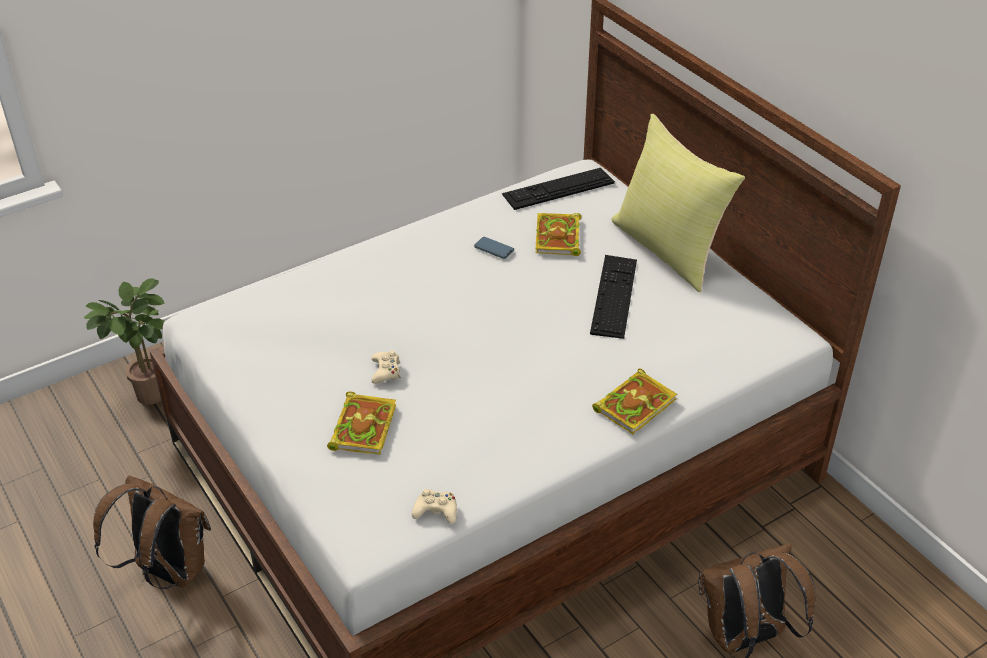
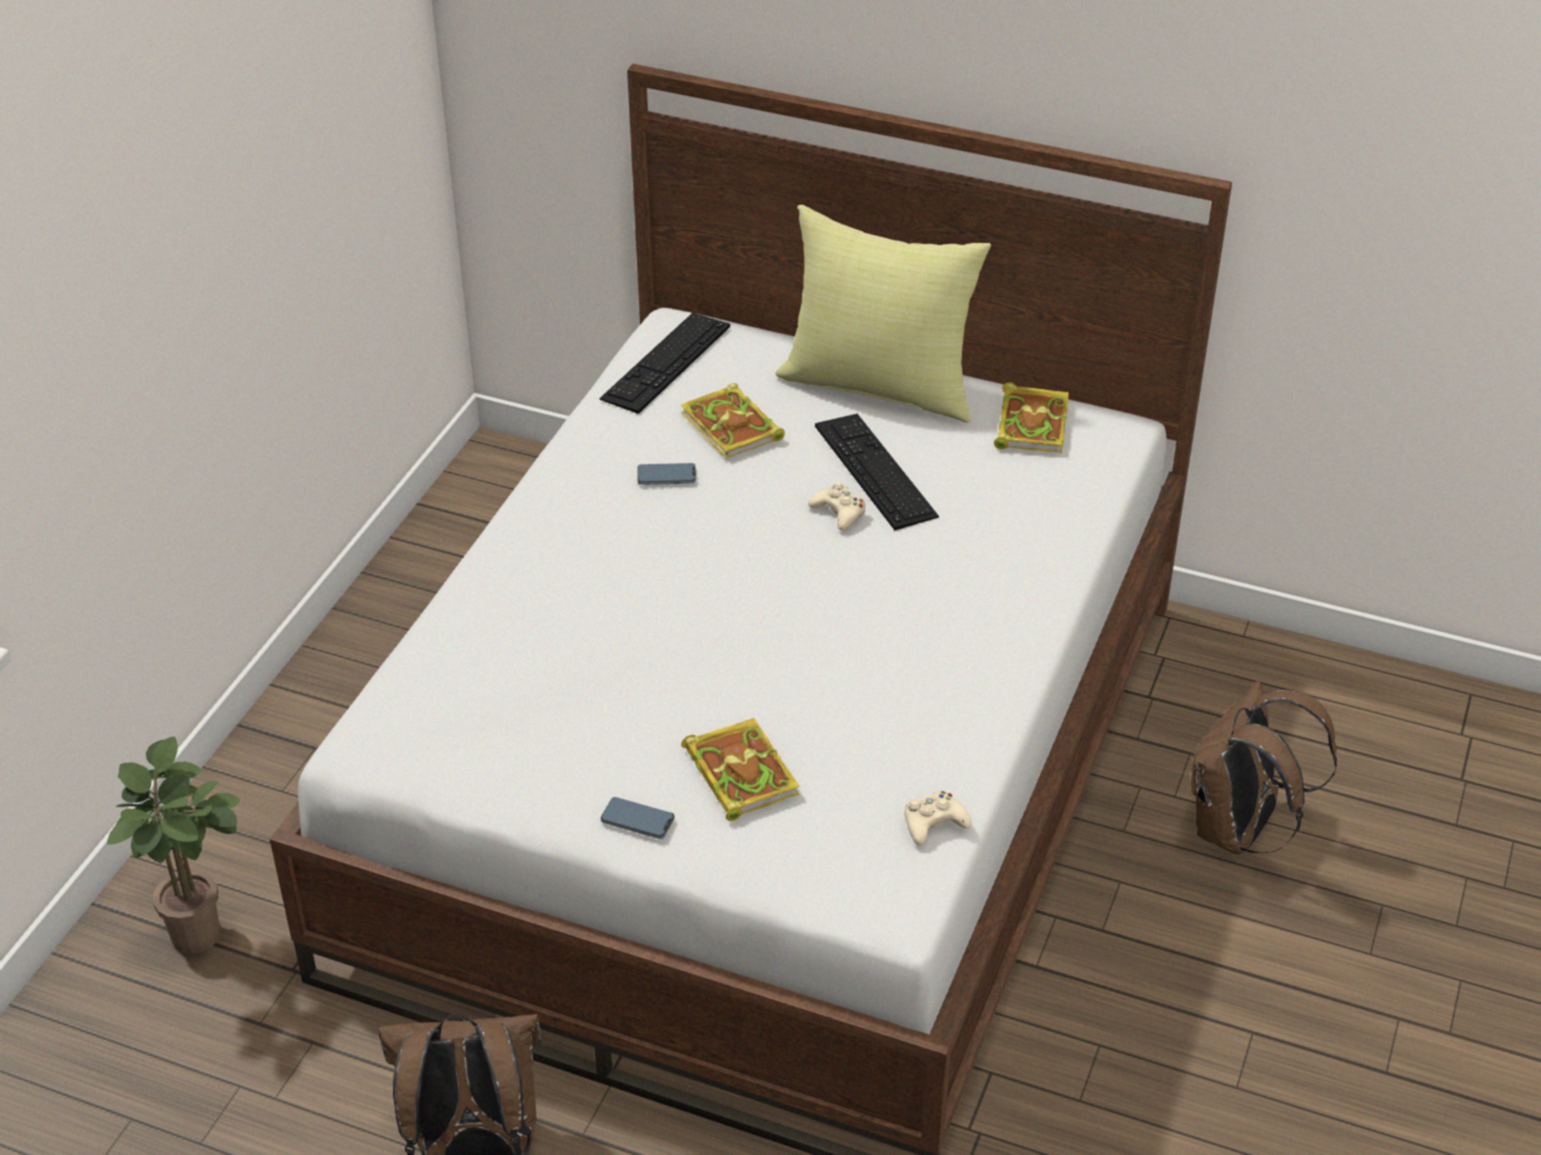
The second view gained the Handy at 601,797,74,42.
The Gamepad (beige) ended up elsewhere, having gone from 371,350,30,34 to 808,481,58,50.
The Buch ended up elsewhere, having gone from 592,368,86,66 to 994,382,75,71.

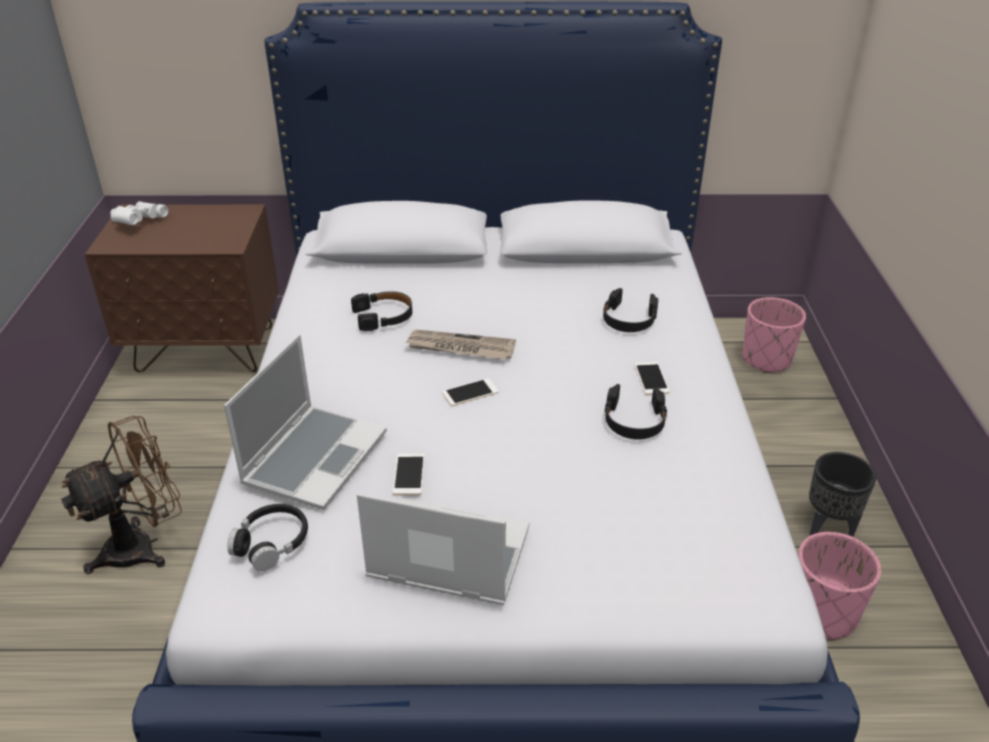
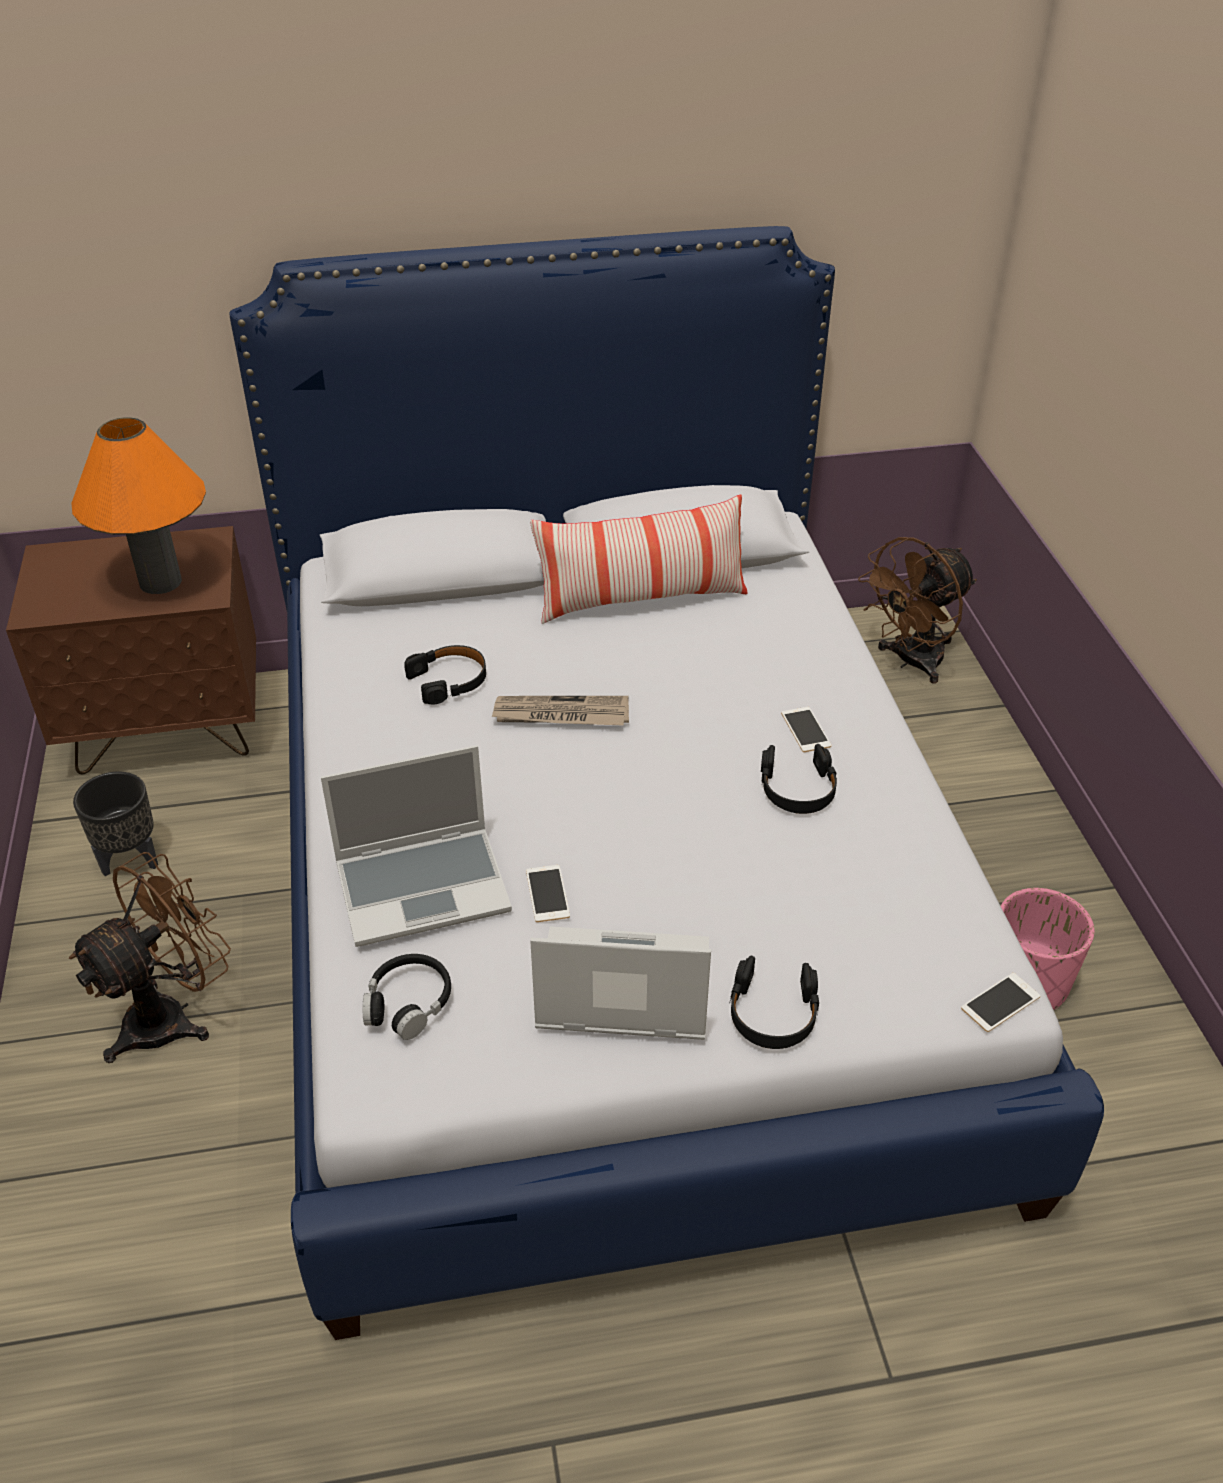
The second view lost the Fernglas (weiß) at 110,201,58,24.
The second view gained the Tischlampe (orange) at 71,417,135,177.
The second view gained the Kissen at 530,495,218,129.
The Handy ended up elsewhere, having gone from 442,378,57,28 to 961,973,79,59.
The Kopfhörer (schwarz) ended up elsewhere, having gone from 603,288,55,44 to 730,956,89,93.
The Pflanzkübel (schwarz) ended up elsewhere, having gone from 809,452,67,84 to 73,771,85,105.
Where the Pflanzkübel (rosa) stood at 742,297,64,76, the Ventilator (braun) came to stand at 858,537,119,147.
The Laptop at 224,334,163,176 ended up facing another way, 60 degrees clockwise from before.

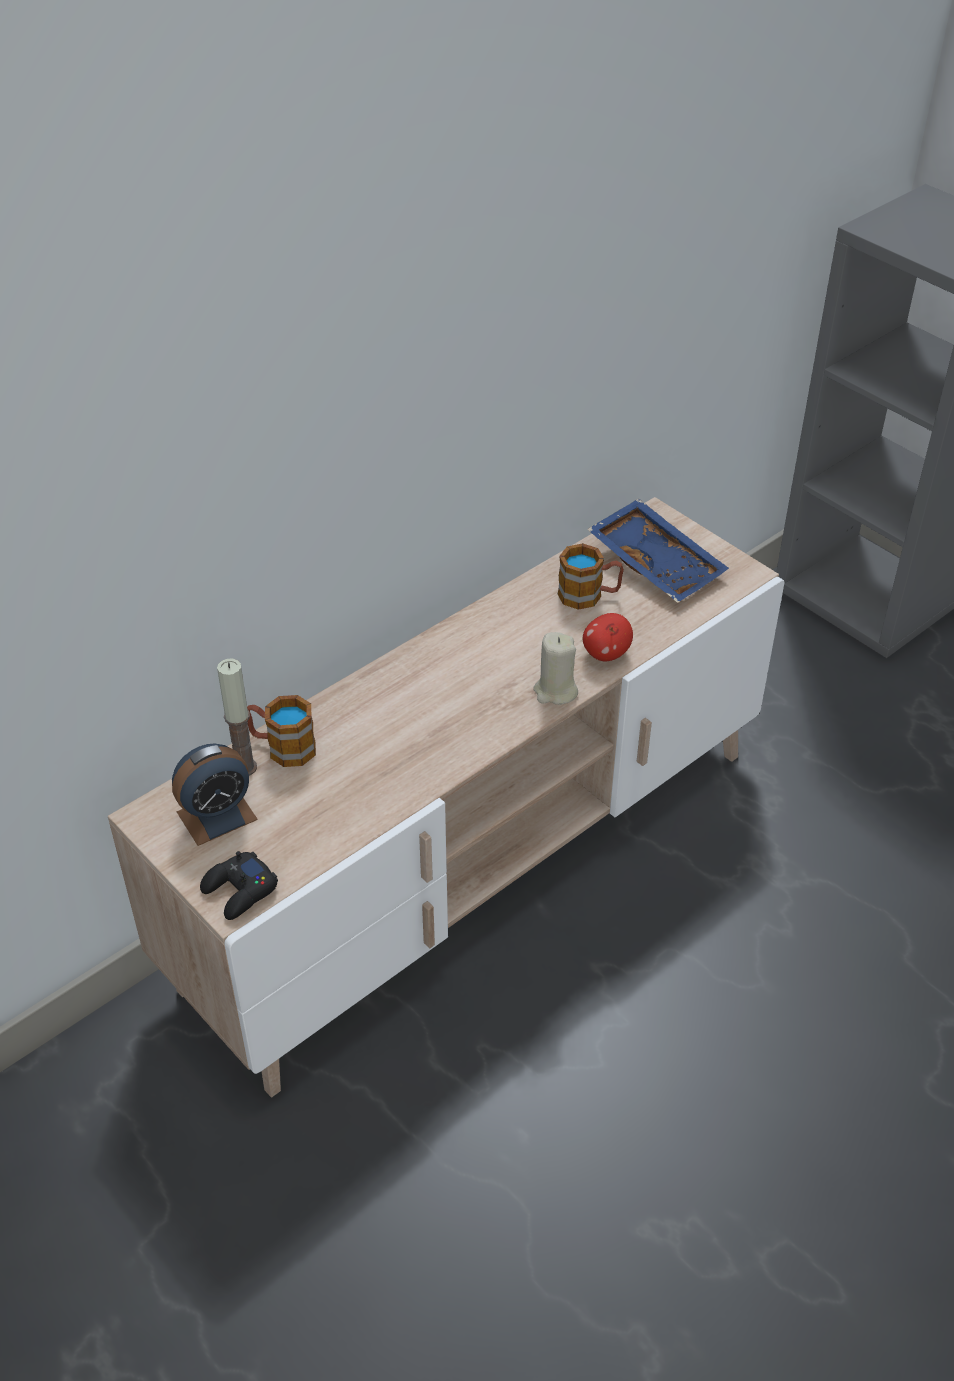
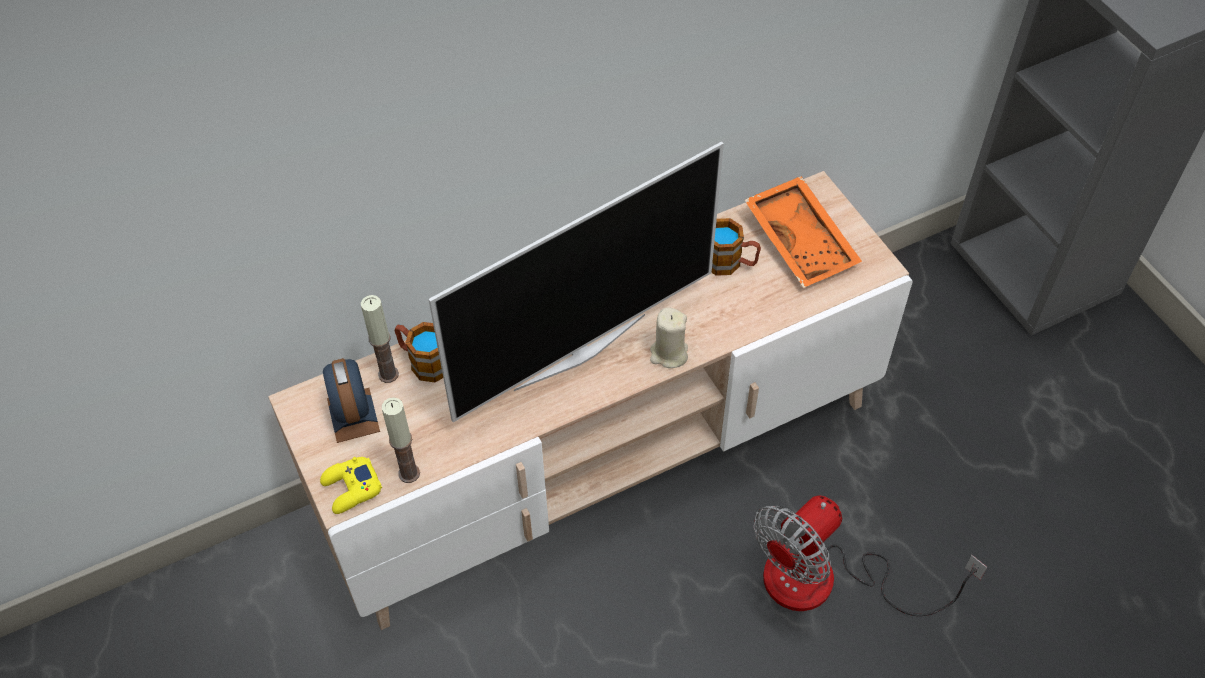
The second view lost the Apfel at 583,613,50,48.
The second view gained the Kerze at 382,397,38,86.
The second view gained the Fernseher at 429,141,295,281.
The second view gained the Ventilator at 754,495,233,121.
What was the Gamepad (schwarz) at 200,851,78,69 turned into the Gamepad (gelb) at 320,457,62,57.
What was the Tablett (blau) at 587,499,142,104 turned into the Tablett (orange) at 745,176,117,112.
The Wecker at 172,743,86,103 ended up facing another way, 90 degrees clockwise from before.

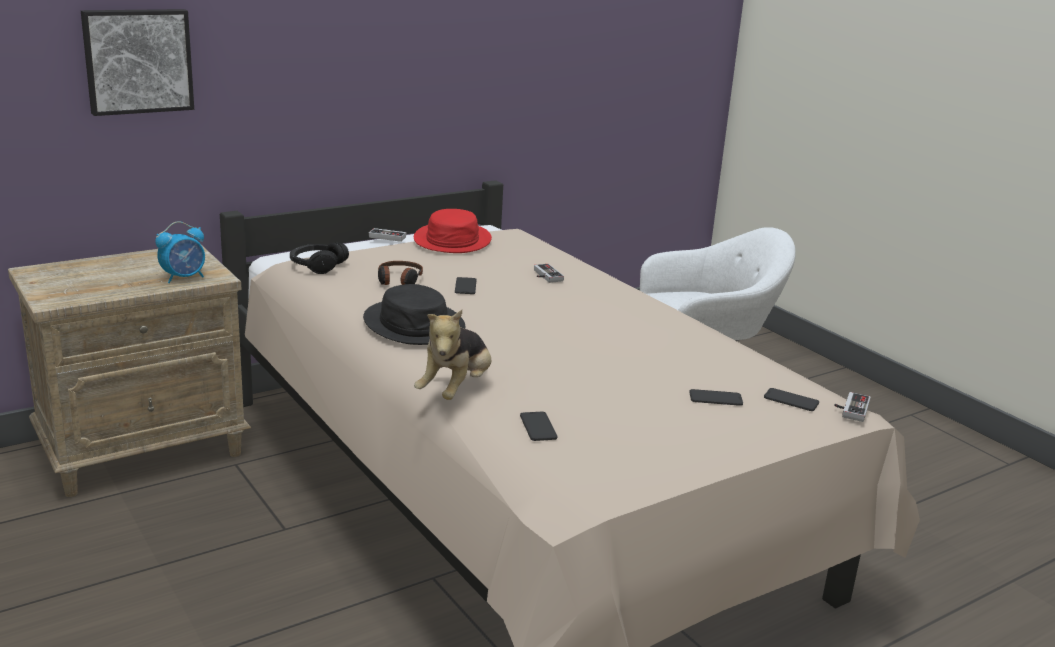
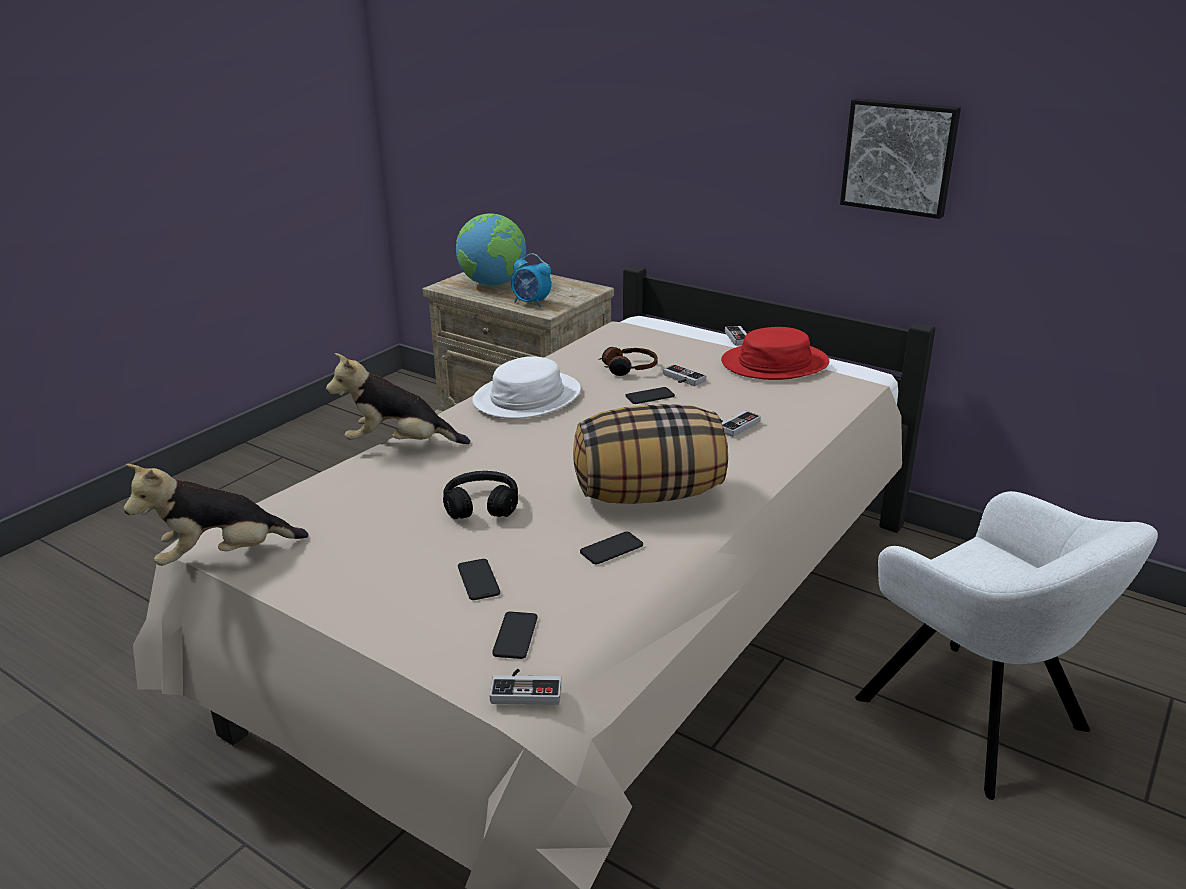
The second view gained the Plüschtier at 124,464,185,102.
The second view gained the Globus at 456,213,70,73.
The second view gained the Kissen at 573,404,155,100.
The second view gained the Gamepad at 663,364,43,22.
The Bild ended up elsewhere, having gone from 81,9,113,107 to 840,98,121,121.
The Kopfhörer (schwarz) ended up elsewhere, having gone from 290,242,59,32 to 443,471,75,48.
The Handy ended up elsewhere, having gone from 520,412,37,29 to 580,532,63,32.
What was the Hut (schwarz) at 363,284,103,61 turned into the Hut (weiß) at 472,356,109,63.

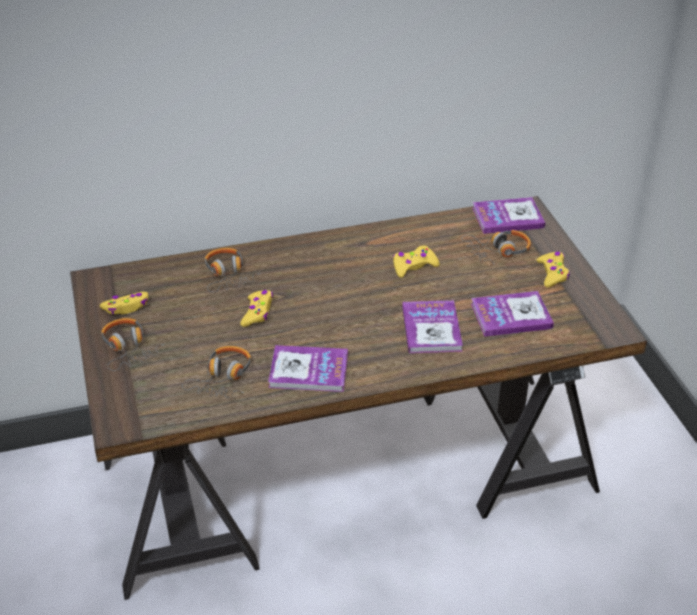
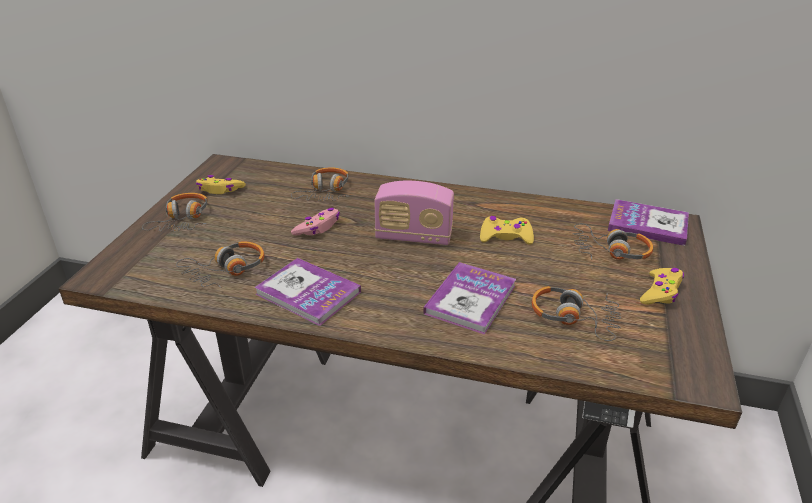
The second view gained the Radio at 374,181,80,64.
Where the Buch stood at 471,291,83,46, the Kopfhörer came to stand at 532,286,89,55.
What was the Gamepad (gelb) at 240,290,33,37 turned into the Gamepad (rosa) at 291,208,49,28.

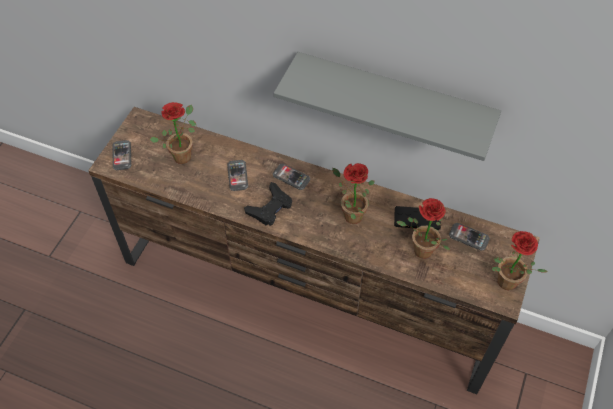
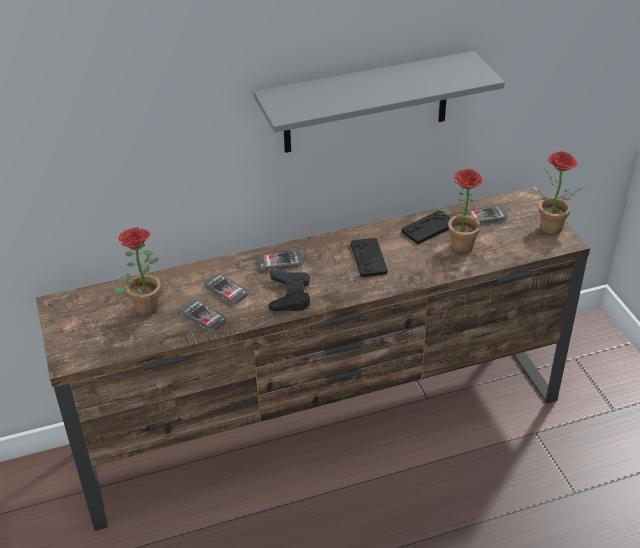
The Handy ended up elsewhere, having gone from 112,140,19,30 to 181,300,46,32.
Where the Topfpflanze stood at 332,163,43,61, the Gamepad (schwarz) came to stand at 351,238,37,39.

